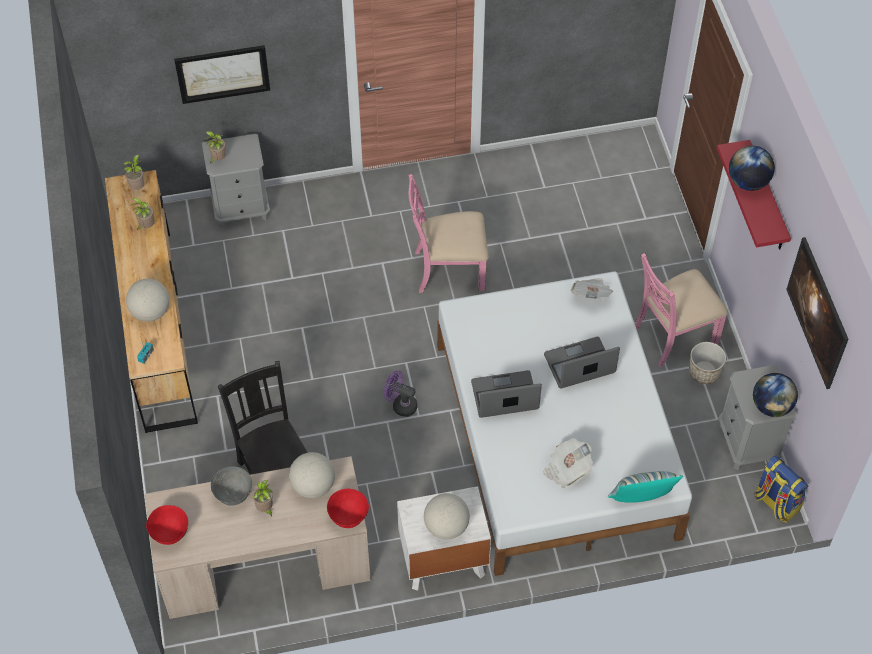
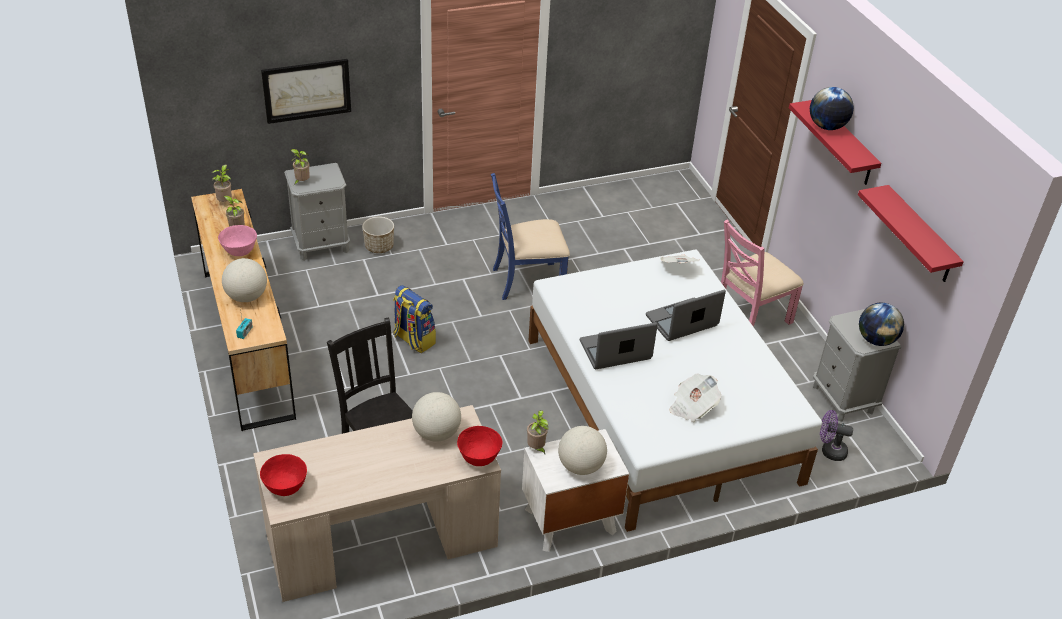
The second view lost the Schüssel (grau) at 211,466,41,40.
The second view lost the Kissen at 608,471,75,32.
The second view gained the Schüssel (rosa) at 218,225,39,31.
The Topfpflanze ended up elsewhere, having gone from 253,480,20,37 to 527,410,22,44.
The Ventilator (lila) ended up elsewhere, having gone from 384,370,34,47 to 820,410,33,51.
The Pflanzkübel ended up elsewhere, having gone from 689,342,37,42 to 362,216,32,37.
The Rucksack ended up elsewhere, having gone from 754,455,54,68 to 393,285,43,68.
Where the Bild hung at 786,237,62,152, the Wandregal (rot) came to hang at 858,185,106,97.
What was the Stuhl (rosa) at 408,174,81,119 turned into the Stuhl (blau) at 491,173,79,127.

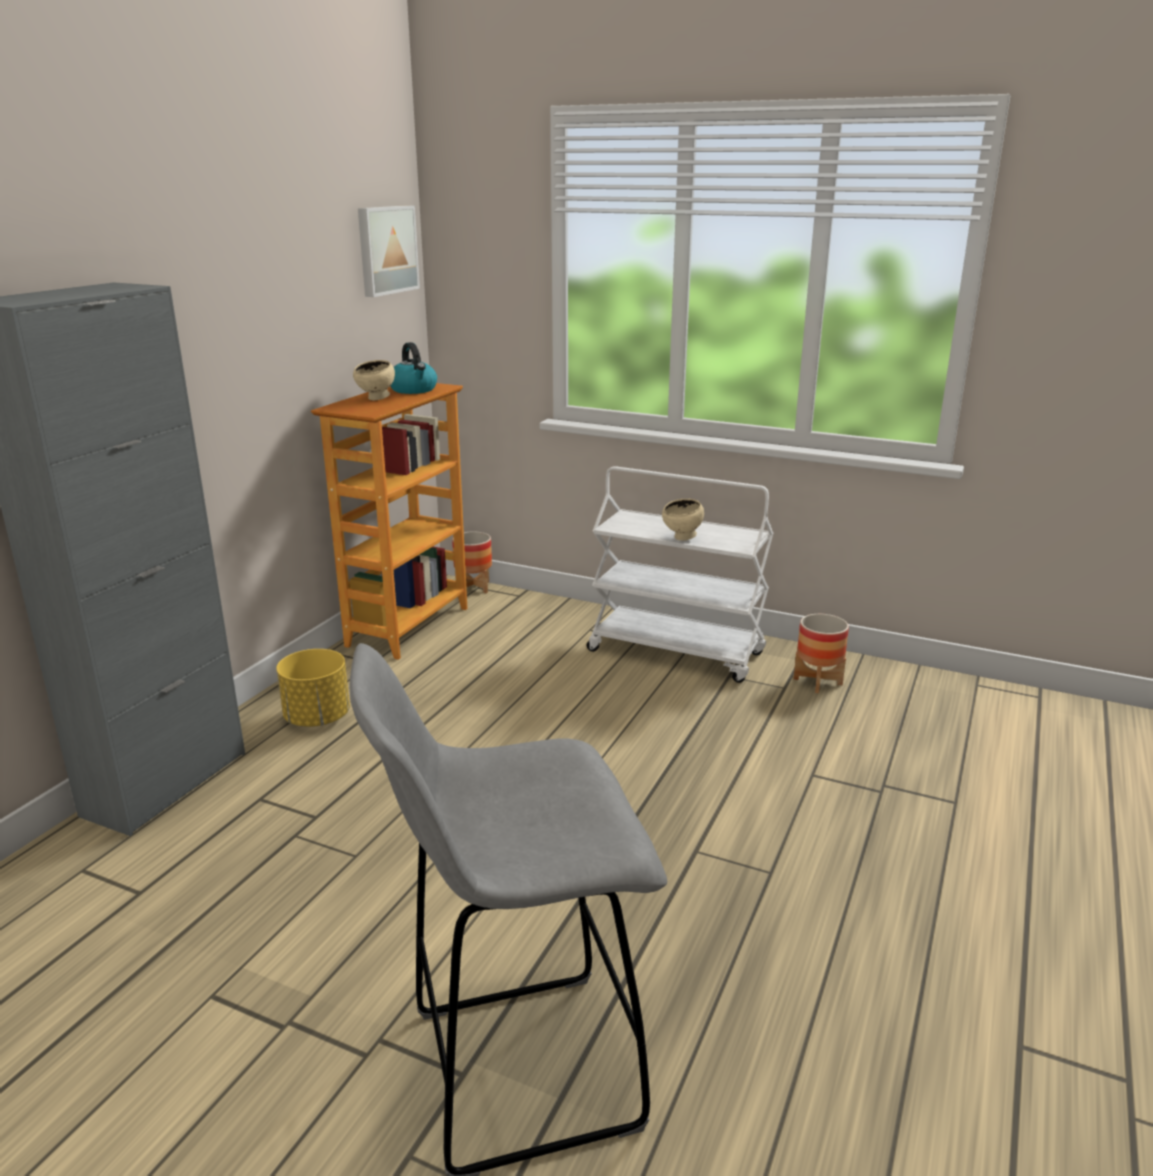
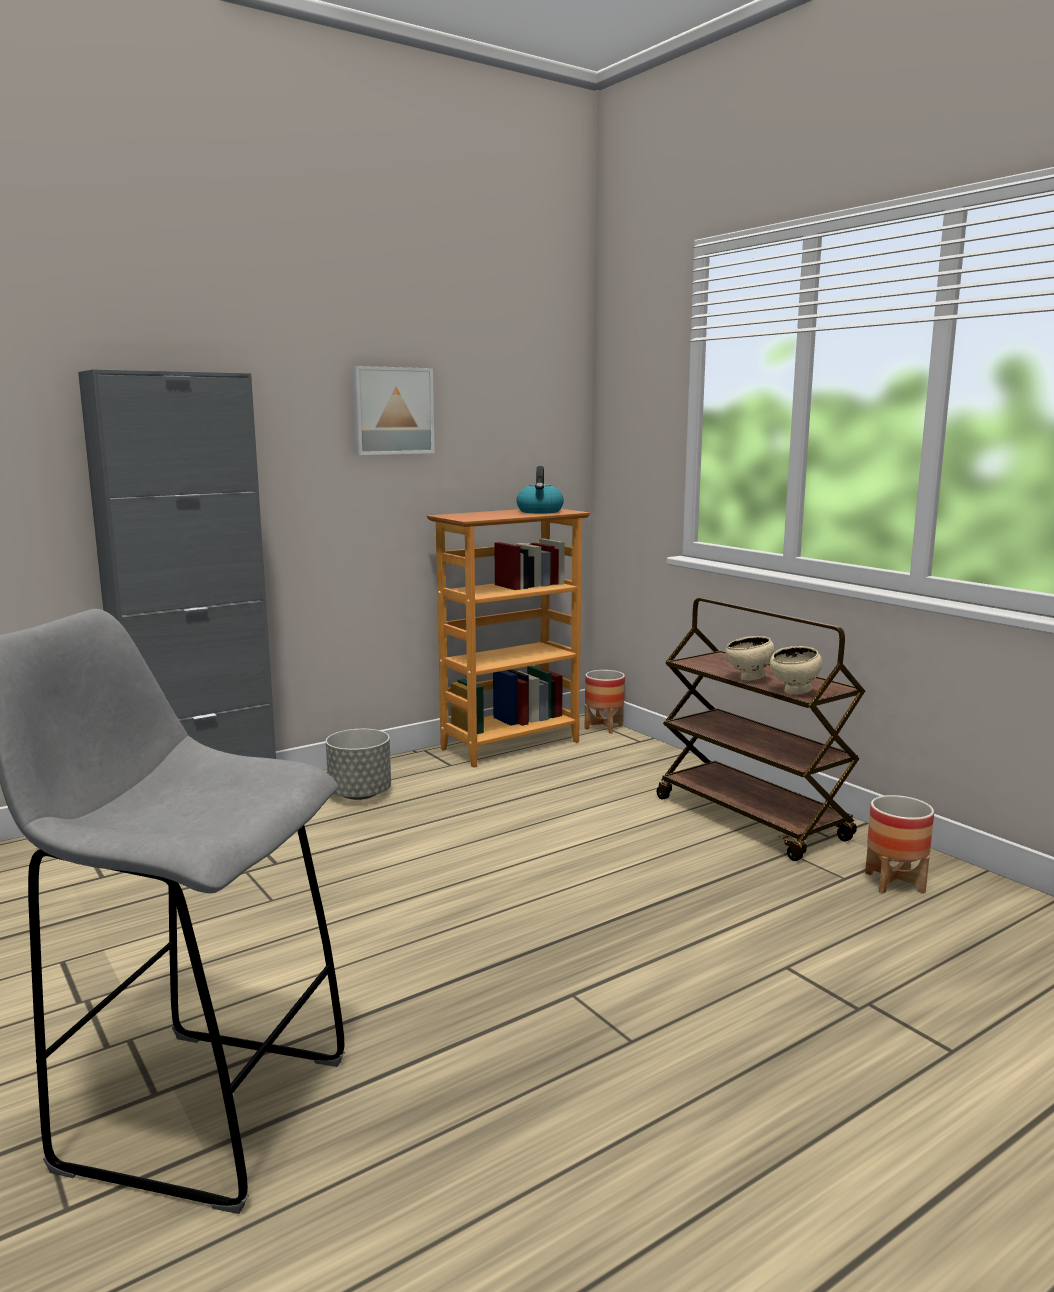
The Schüssel (beige) ended up elsewhere, having gone from 353,360,42,41 to 770,646,52,49.
The Bild ended up elsewhere, having gone from 358,205,62,92 to 351,366,84,89.
What was the Pflanzkübel (gelb) at 276,649,74,78 turned into the Pflanzkübel (grau) at 326,729,65,71.
What was the Rollwagen (weiß) at 587,466,186,217 turned into the Rollwagen (braun) at 657,598,208,263.

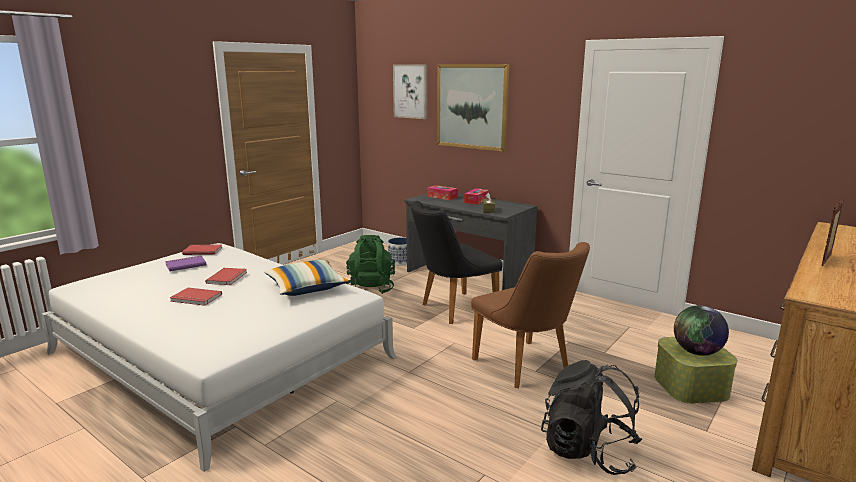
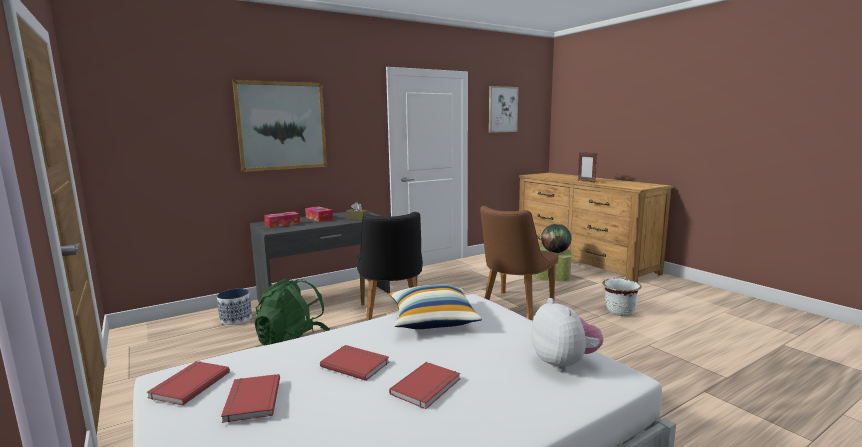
The second view gained the Plüschtier at 531,298,72,74.
The Bild ended up elsewhere, having gone from 393,64,34,55 to 489,86,29,47.
Where the Rucksack (schwarz) stood at 541,360,101,115, the Pflanzkübel (weiß) came to stand at 602,278,40,38.
What was the Buch (lila) at 165,256,41,16 turned into the Buch (rot) at 221,374,59,49.
The Stuhl (braun) at 471,242,119,146 ended up facing another way, 135 degrees clockwise from before.

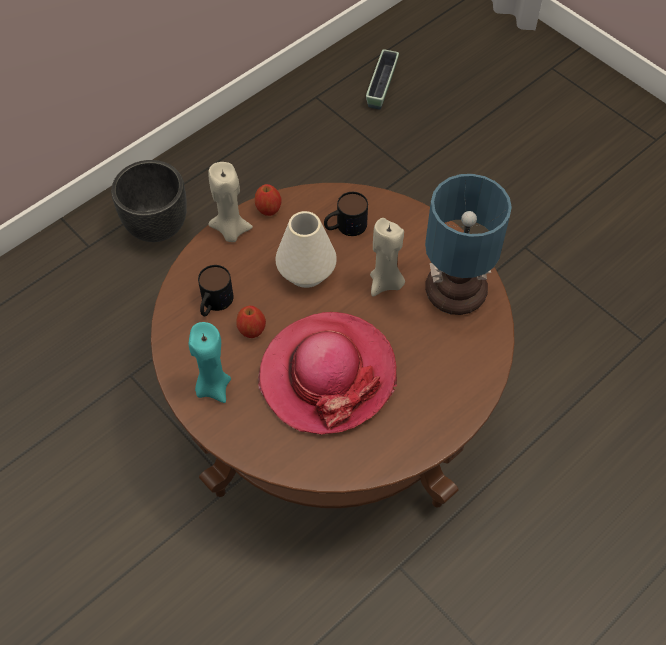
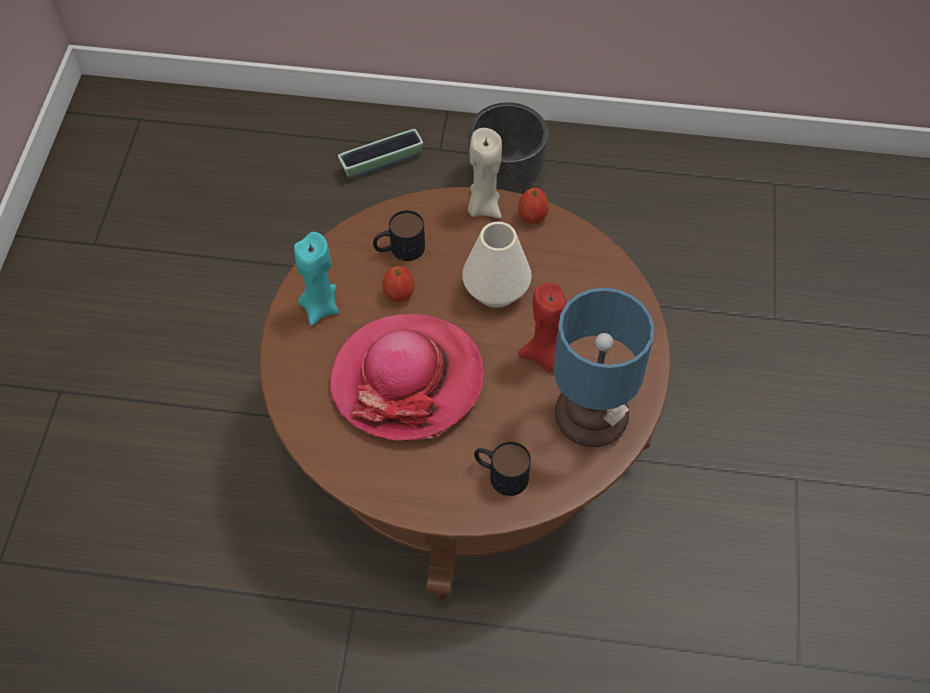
The Henkelbecher ended up elsewhere, having gone from 324,192,44,44 to 474,442,57,54.
The Pflanzkübel ended up elsewhere, having gone from 366,49,33,61 to 338,129,85,51.
What was the Kerze (beige) at 370,218,35,79 turned into the Kerze (rot) at 518,283,49,88.

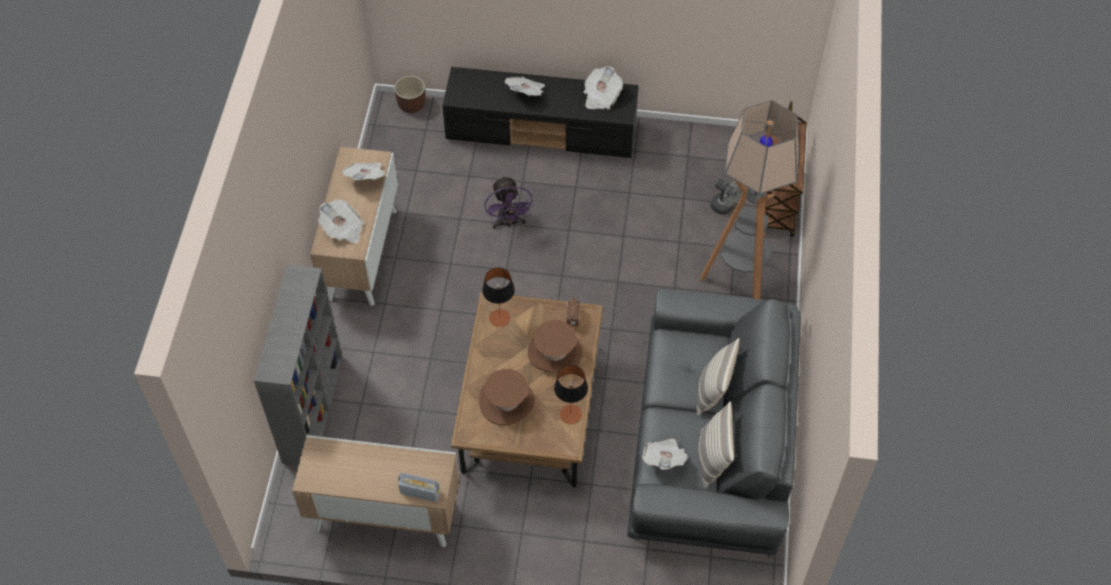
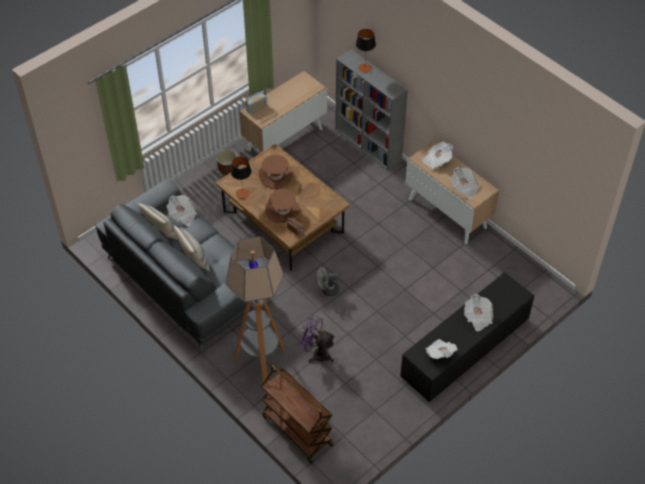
The Pflanzkübel (braun) ended up elsewhere, having gone from 394,76,32,37 to 216,149,22,26.
The Tischlampe ended up elsewhere, having gone from 482,267,33,60 to 356,29,20,44.
The Ventilator (lila) ended up elsewhere, having gone from 484,175,50,54 to 298,316,37,46.
The Ventilator (grau) ended up elsewhere, having gone from 710,179,32,35 to 317,267,22,29.

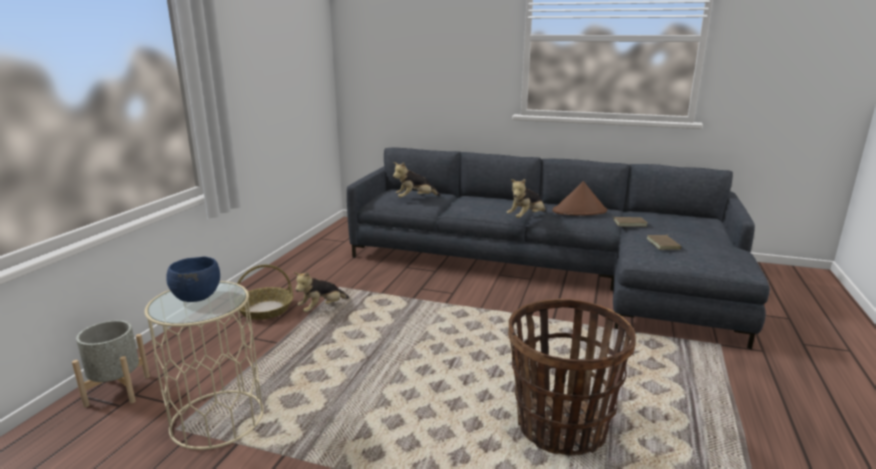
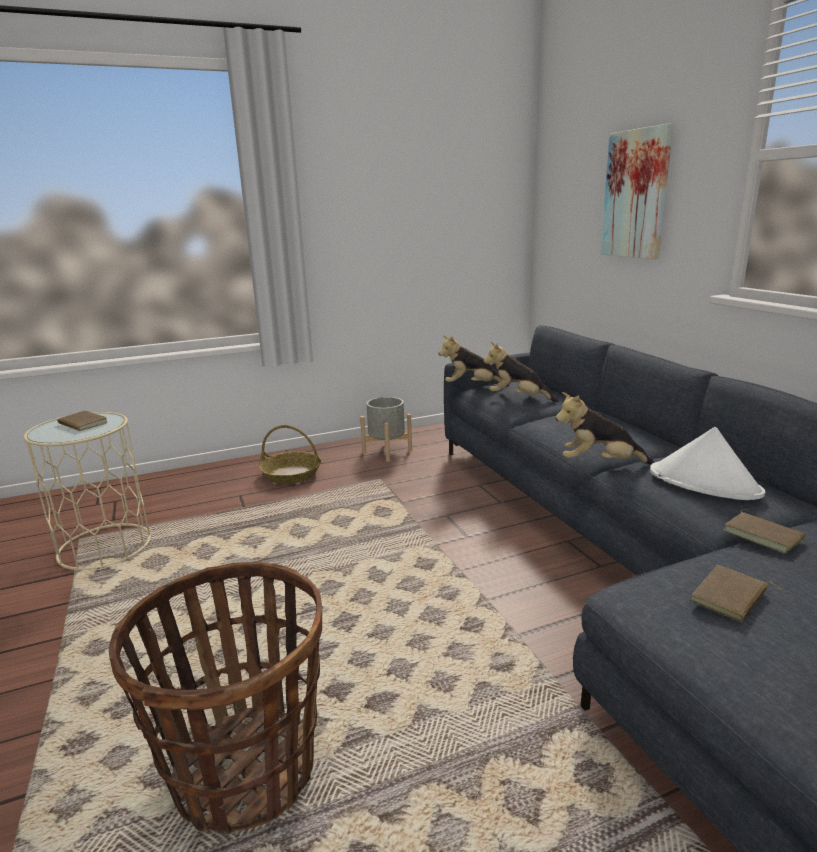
The second view gained the Bild at 600,124,73,135.
The Pflanzkübel (grau) ended up elsewhere, having gone from 72,320,78,87 to 360,397,52,65.
The Plüschtier ended up elsewhere, having gone from 294,272,55,40 to 438,335,72,51.
Where the Schüssel (blau) stood at 166,256,54,46, the Buch (braun) came to stand at 57,411,51,20.
What was the Hut (braun) at 553,181,54,35 turned into the Hut (weiß) at 650,427,116,73.

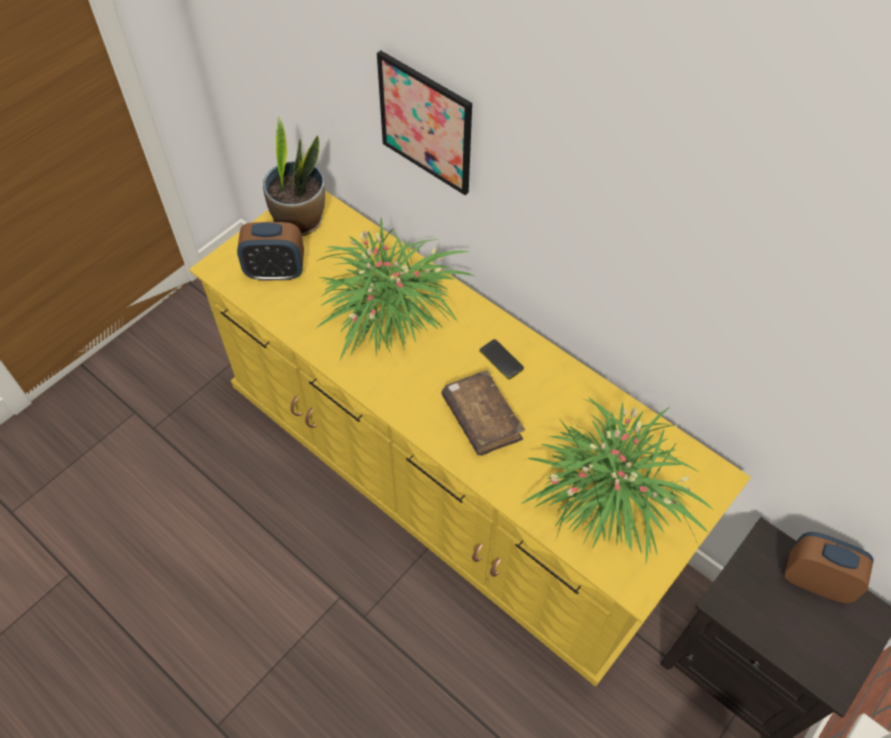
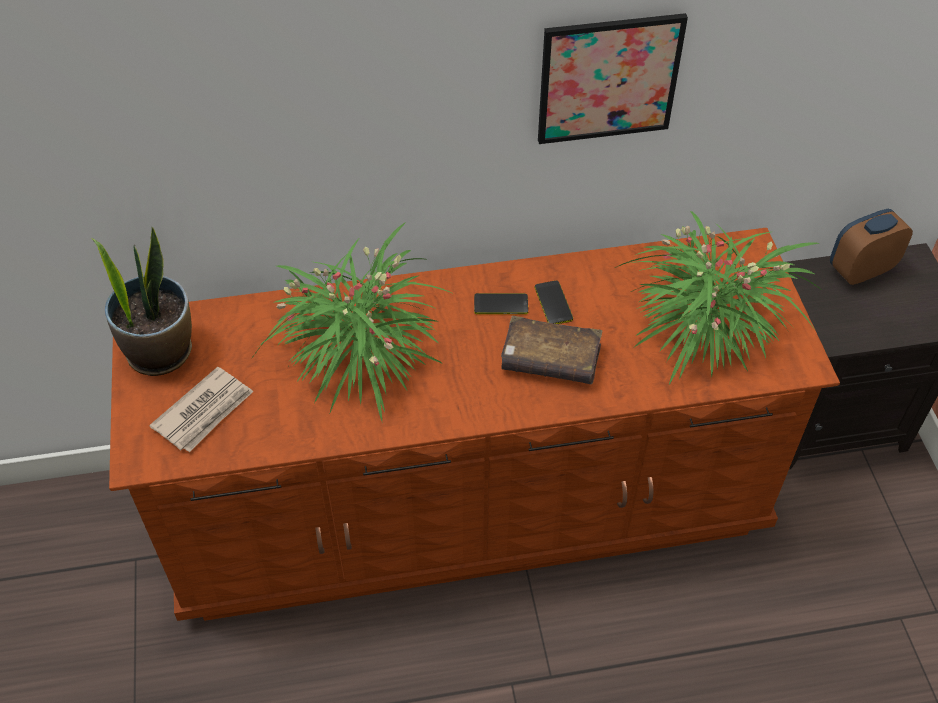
The second view gained the Handy at 535,281,38,43.
The Bild ended up elsewhere, having gone from 377,50,95,145 to 538,13,150,131.
Where the Wecker stood at 237,222,67,59, the Zeitung came to stand at 149,367,104,85.
What was the Kommode (gelb) at 189,191,562,496 turned into the Kommode (braun) at 109,228,731,393.

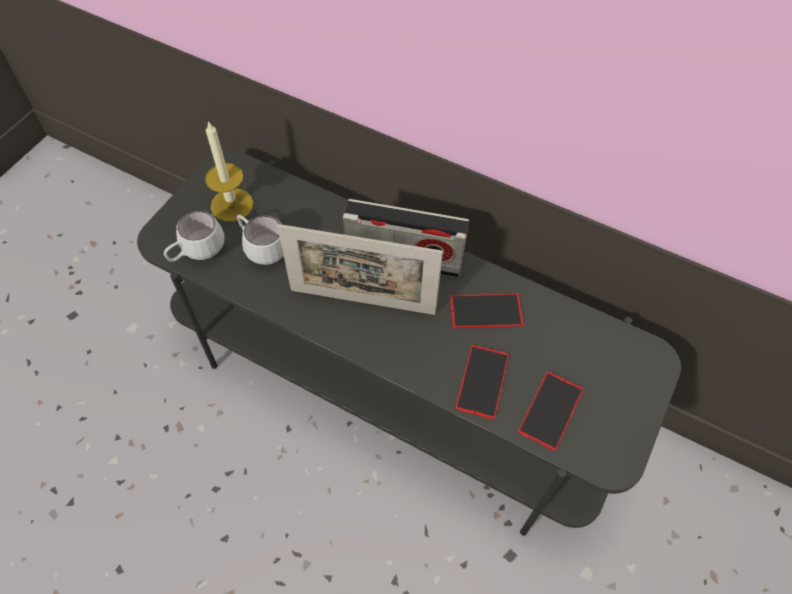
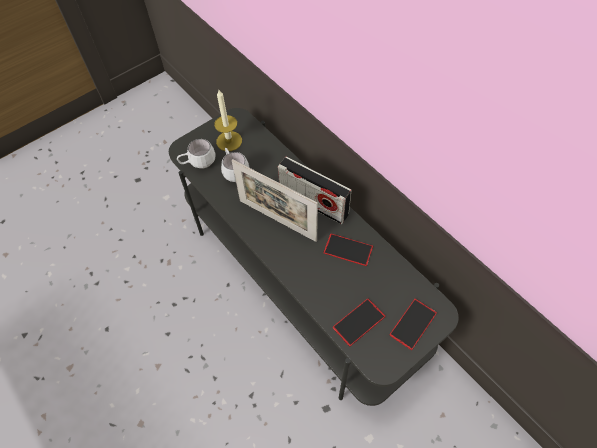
The Handy ended up elsewhere, having gone from 455,345,54,75 to 390,299,47,51.

